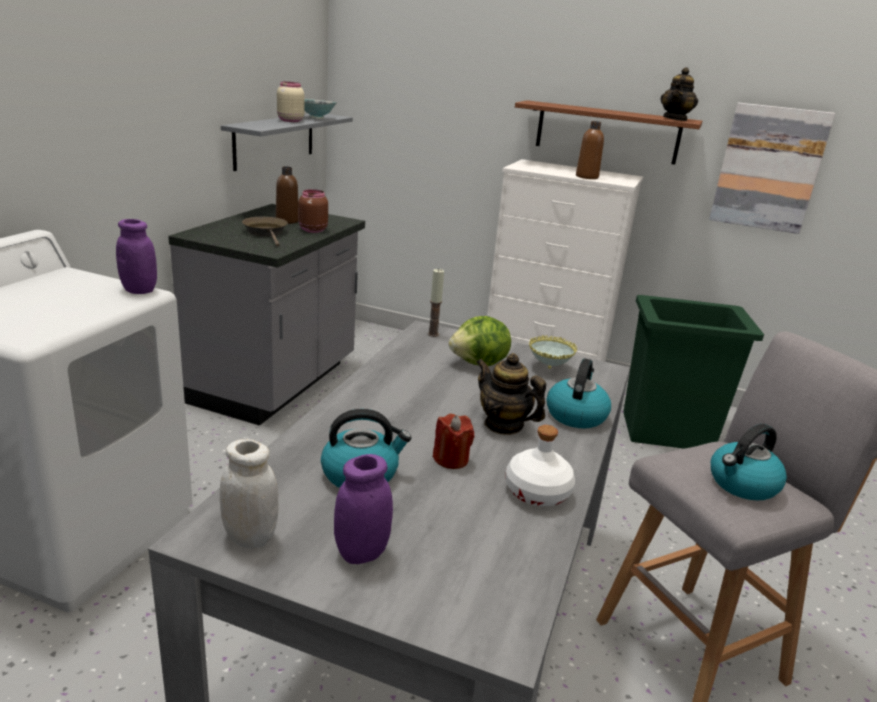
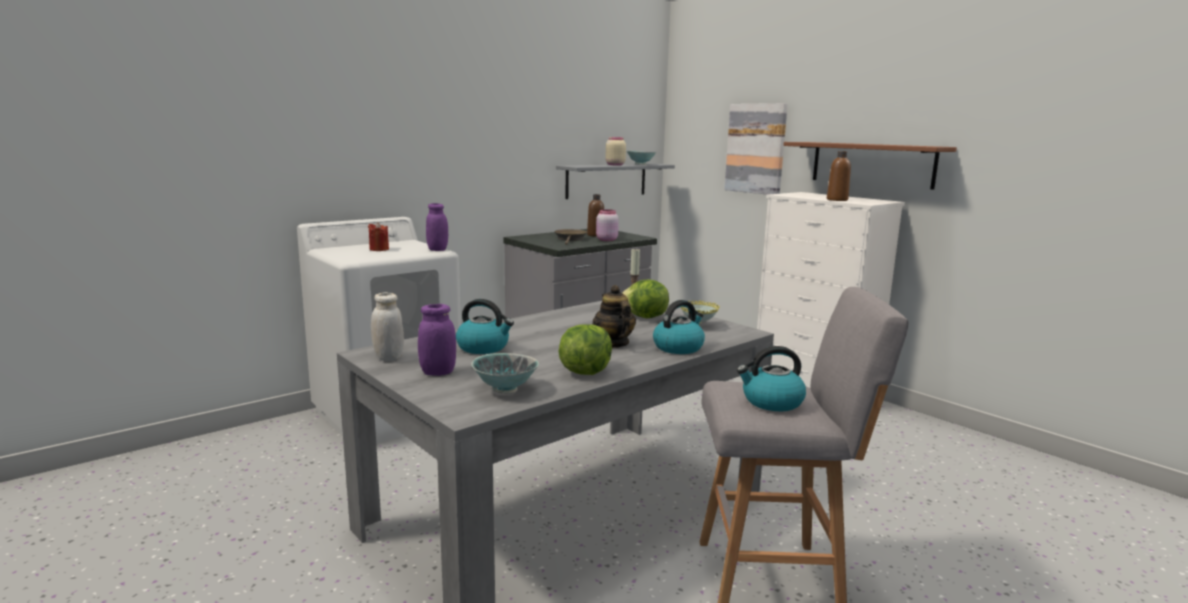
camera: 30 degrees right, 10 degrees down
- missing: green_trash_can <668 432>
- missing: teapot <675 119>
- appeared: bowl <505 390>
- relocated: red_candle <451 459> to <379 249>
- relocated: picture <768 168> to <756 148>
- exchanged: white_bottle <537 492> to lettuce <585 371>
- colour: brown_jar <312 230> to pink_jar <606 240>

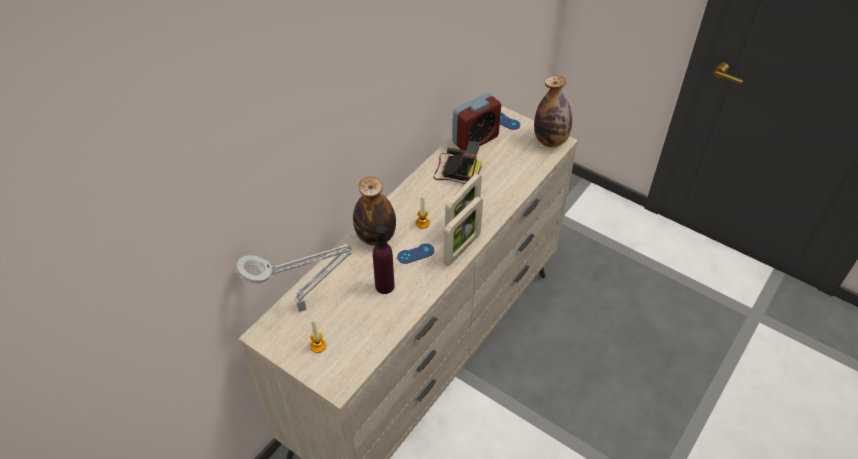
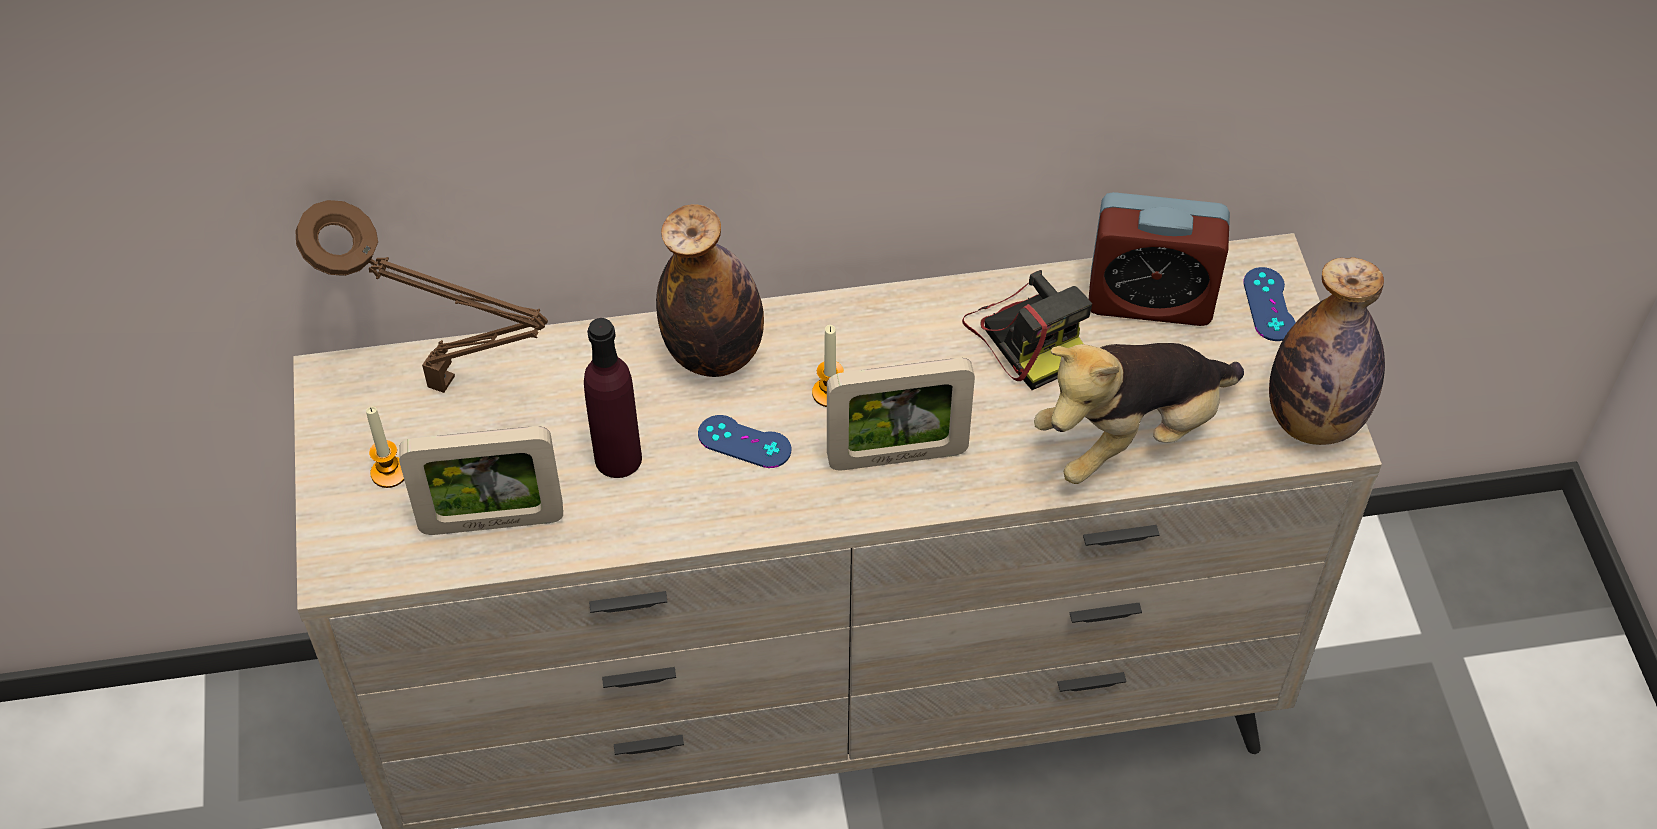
camera: 45 degrees right, 5 degrees up
- appeared: plush_toy <1131 436>
- relocated: picture_frame <462 249> to <492 522>
- colour: grey_table_lamp <305 307> to brown_table_lamp <449 386>

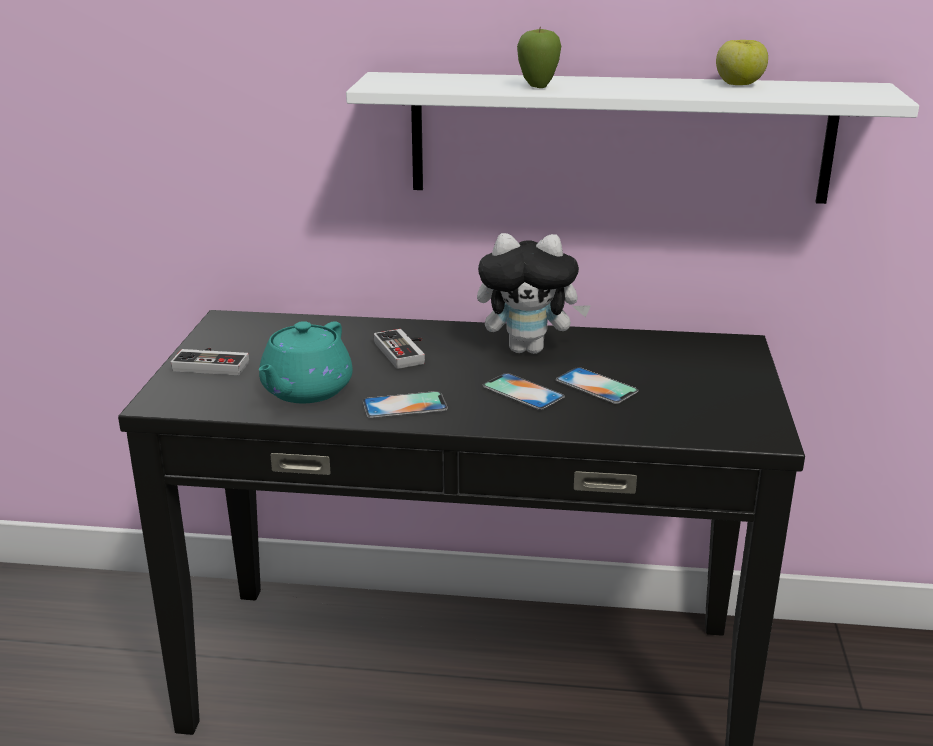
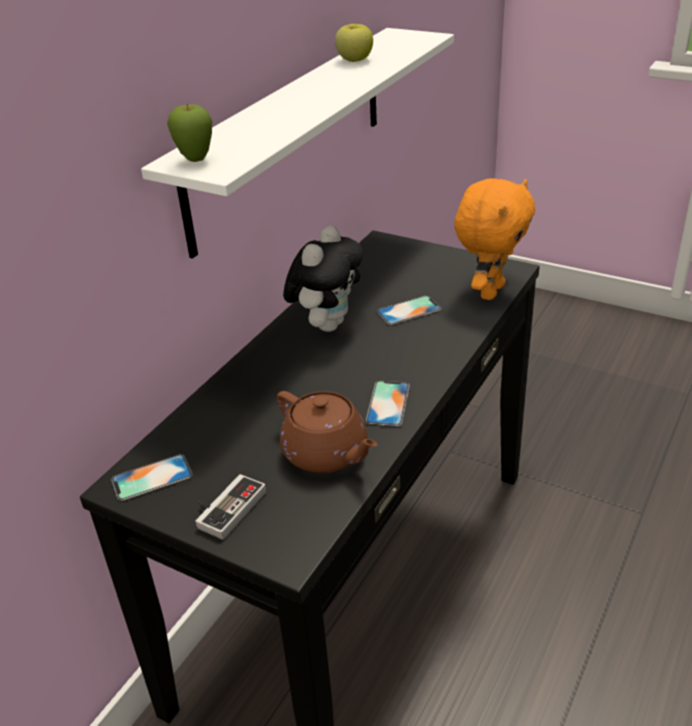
camera: 65 degrees left, 10 degrees up
- missing: game_controller <405 352>
- appeared: orange_plush_toy <490 291>
- relocated: phone <523 392> to <152 478>
- relocated: apple <537 87> to <196 160>
- colour: turquoise_teapot <305 391> to brown_teapot <326 454>

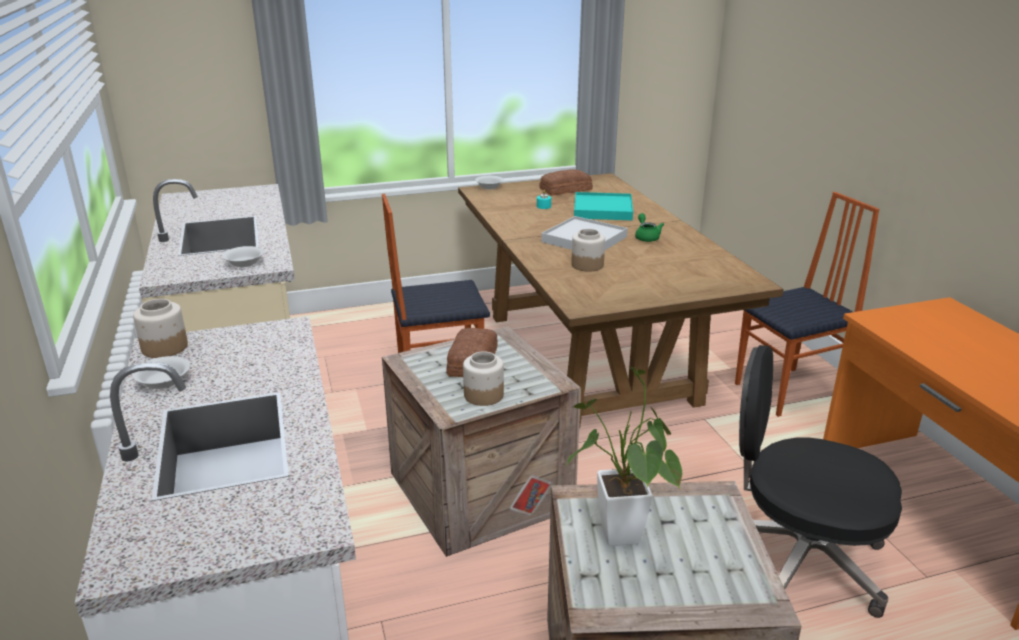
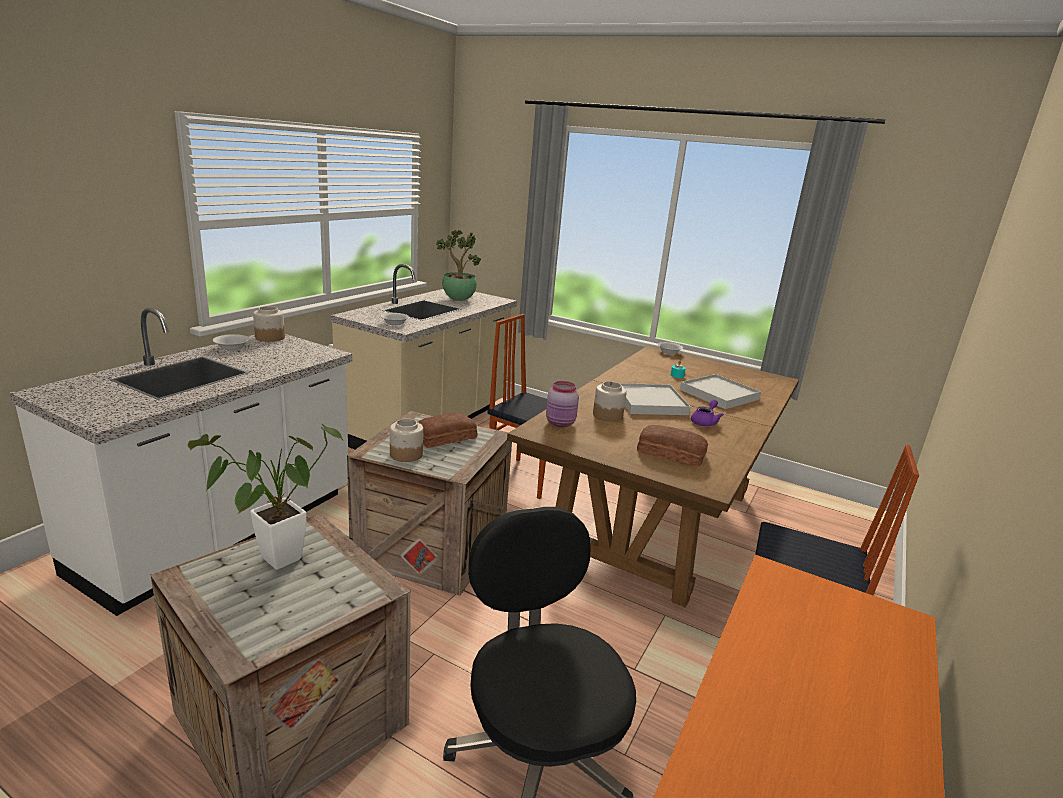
camera: 45 degrees right, 5 degrees down
- appeared: potted_plant <457 300>
- appeared: pink_jar <561 423>
- relocated: bread <564 189> to <670 453>
- colour: turquoise_tray <602 210> to white_tray <719 394>
- colour: green_teapot <646 237> to purple_teapot <705 422>

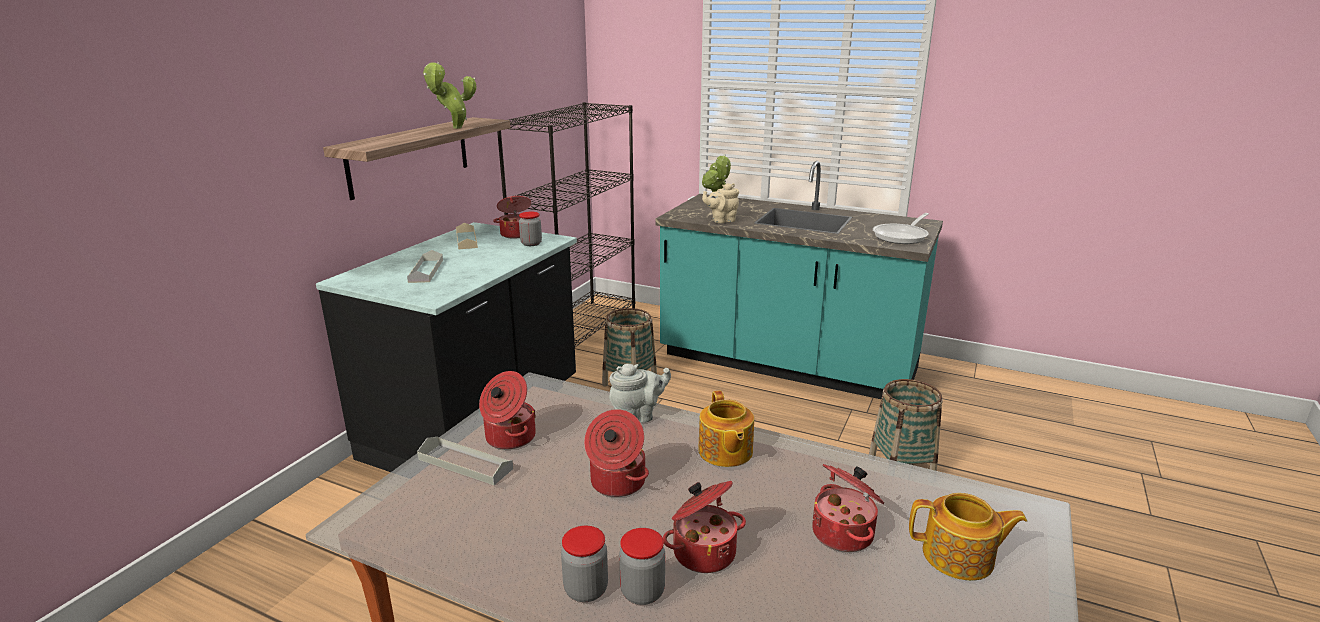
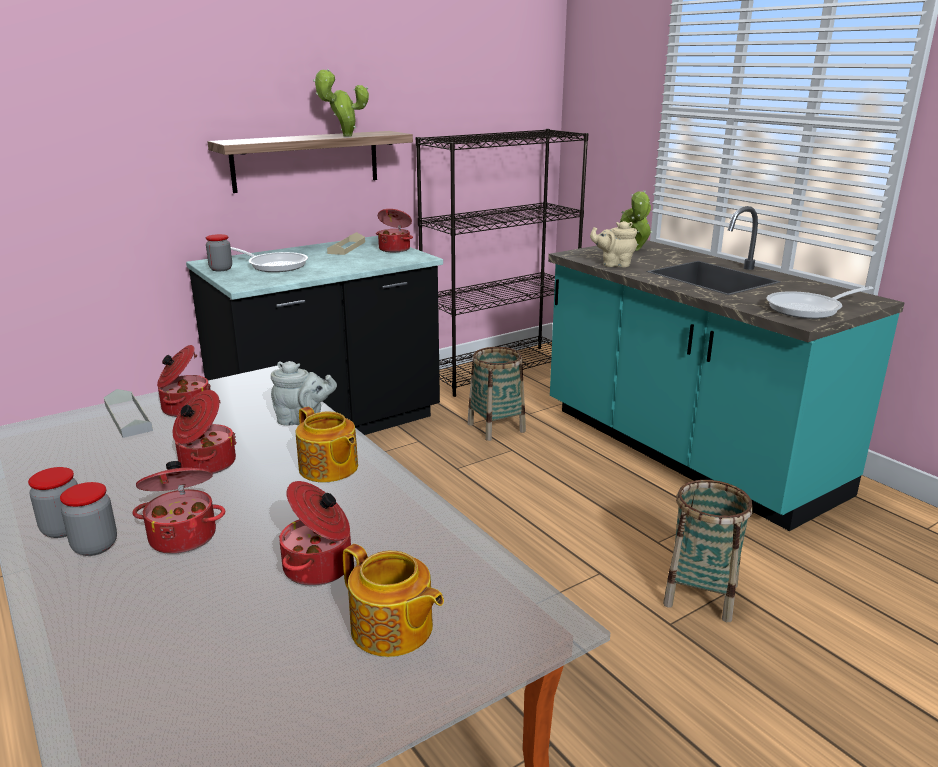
camera: 30 degrees right, 0 degrees up
- relocated: jar <531 244> to <221 269>
- exchanged: grey_tray <426 271> to frying_pan <274 265>
- spun: teapot <725 452> = <328 468> 60 degrees counterclockwise

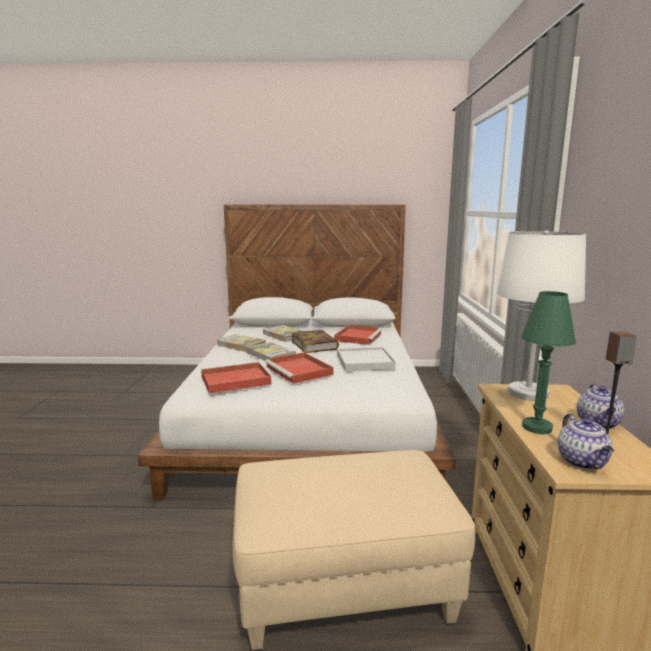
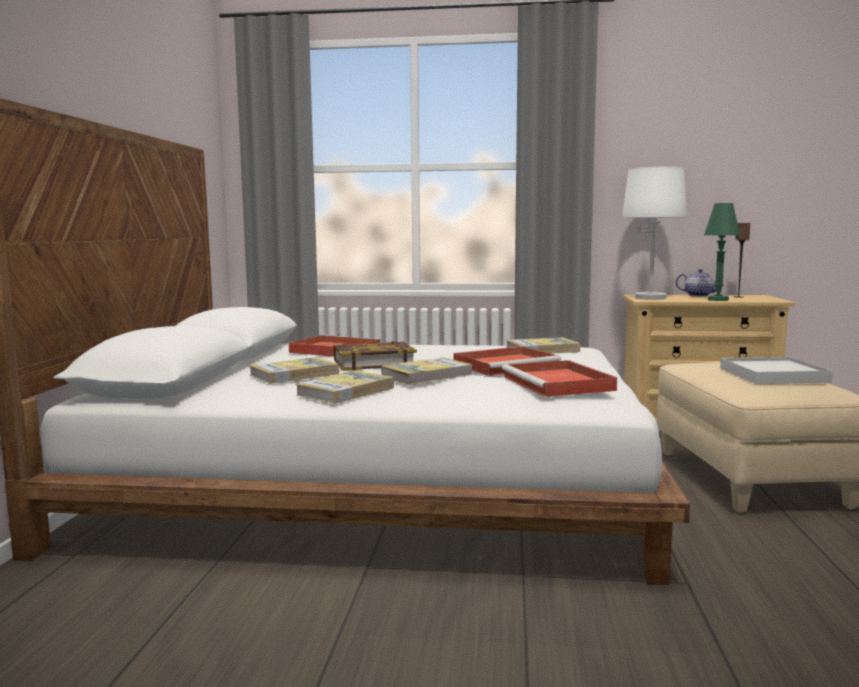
camera: 85 degrees left, 5 degrees down
- missing: teapot <583 462>
- appeared: book <542 350>
- relocated: white_tray <364 362> to <773 375>

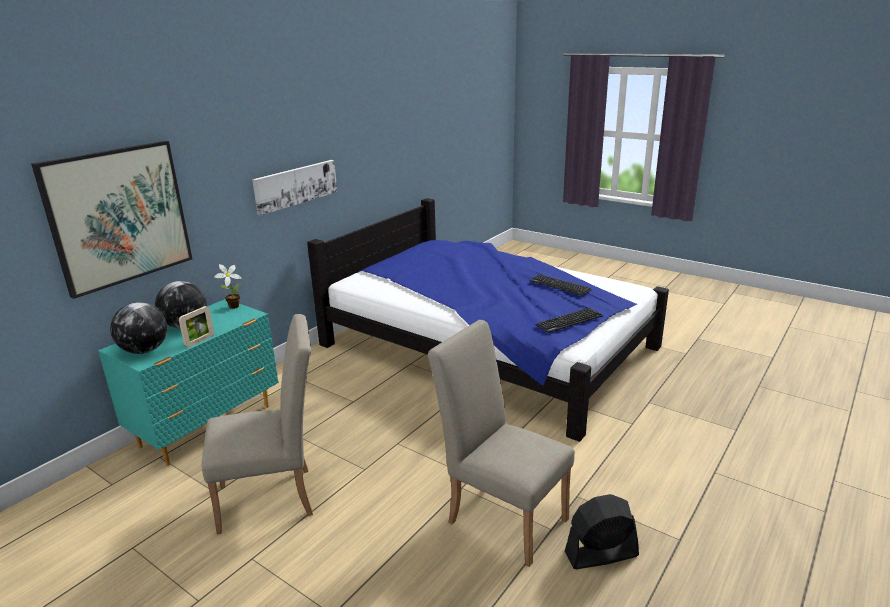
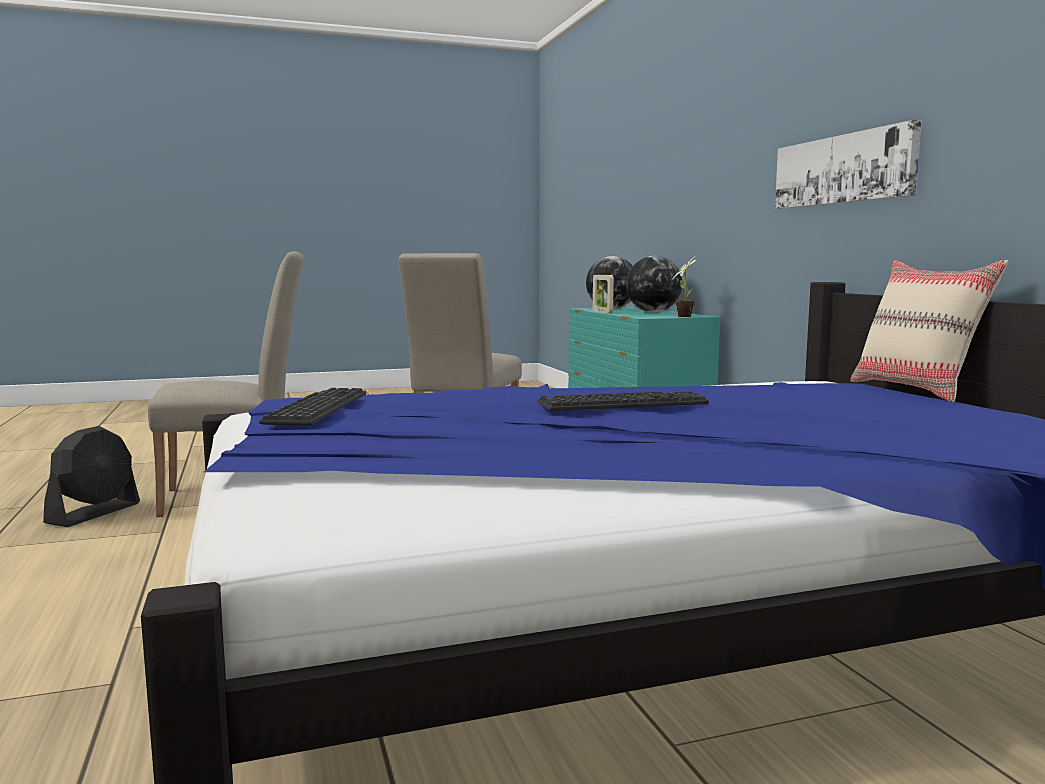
camera: 125 degrees right, 15 degrees down
- missing: picture <119 216>
- appeared: beige_pillow <916 390>
- relocated: keyboard <560 285> to <622 404>

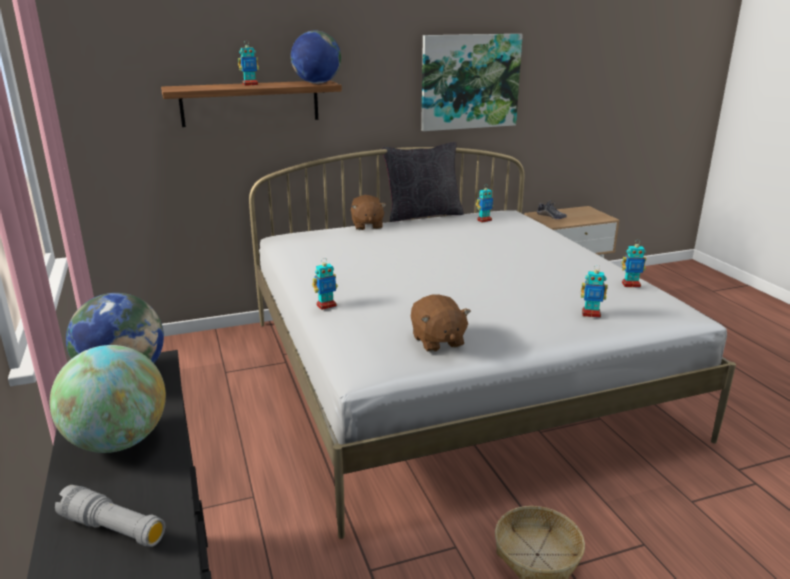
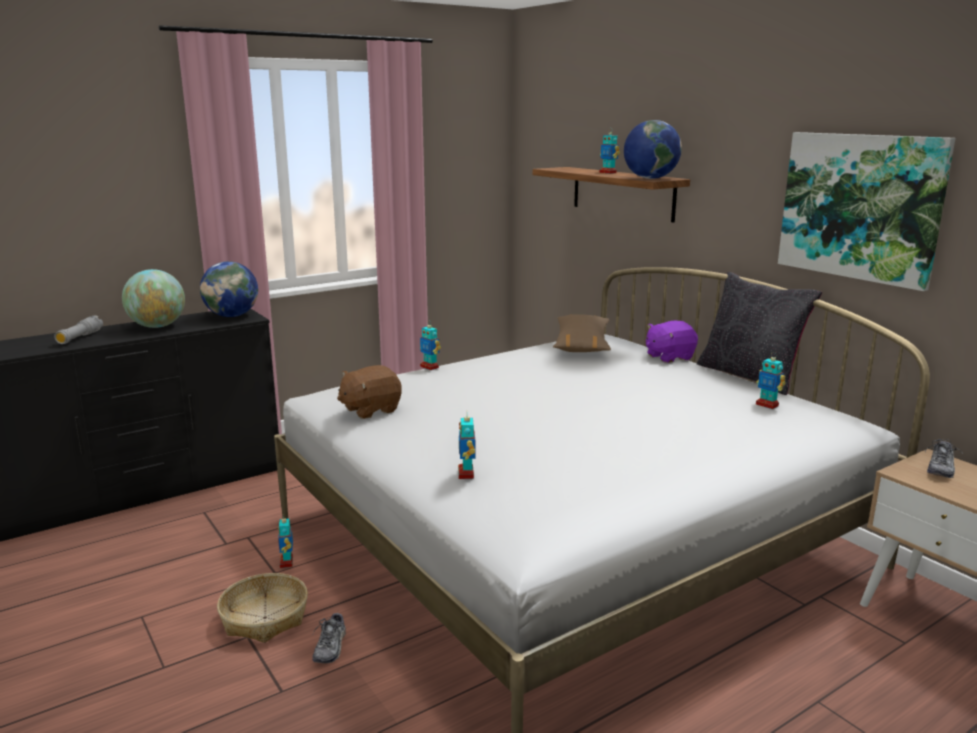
camera: 75 degrees right, 5 degrees down
- appeared: shoe <330 647>
- appeared: brown_pillow <581 344>
- relocated: toy_robot <631 285> to <287 562>
- colour: brown_plush_toy <367 225> to purple_plush_toy <669 357>

